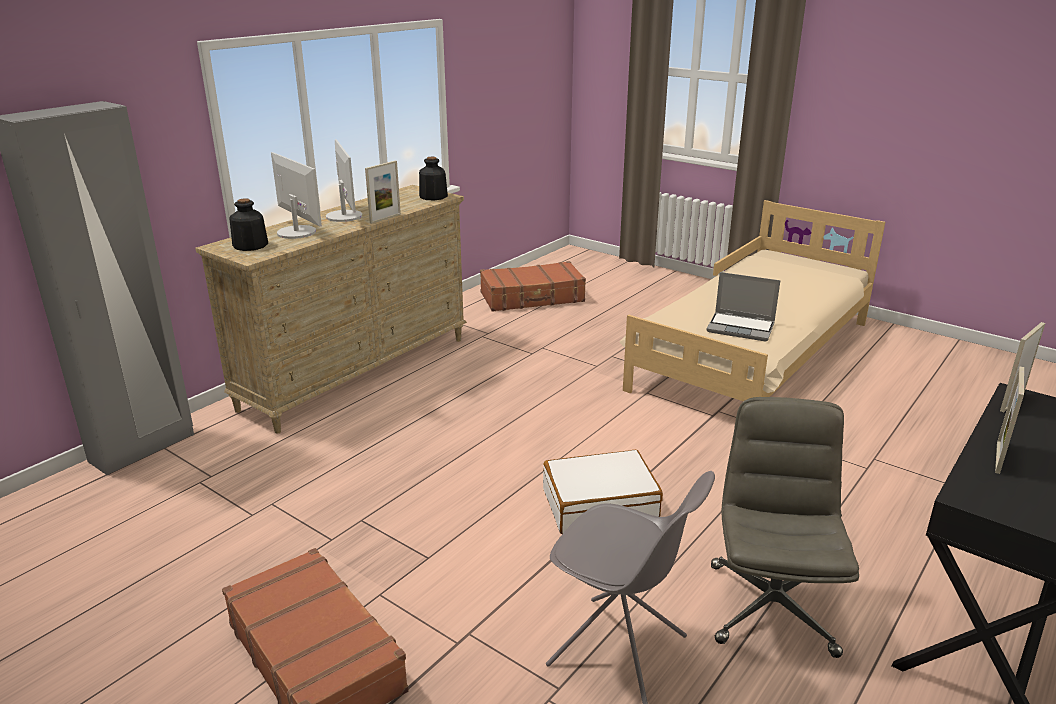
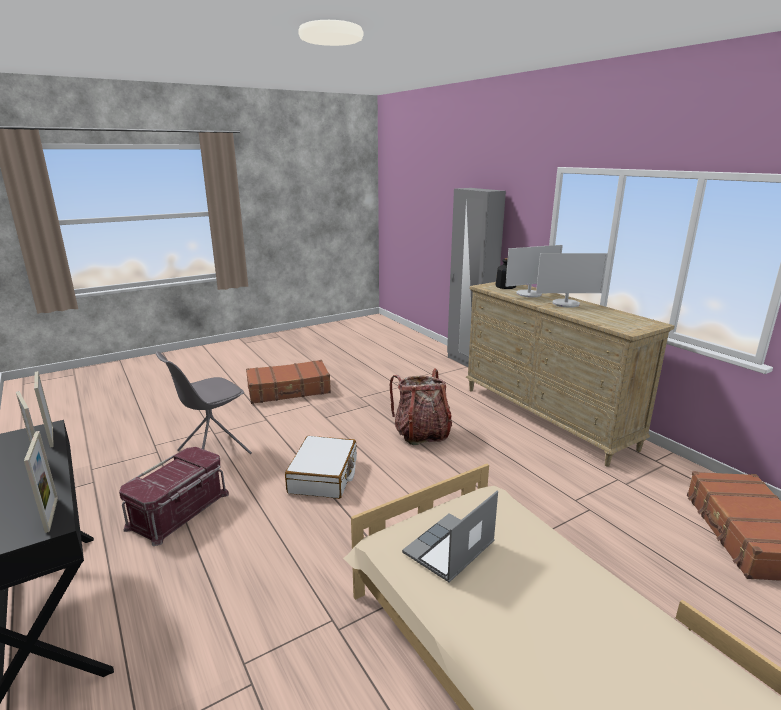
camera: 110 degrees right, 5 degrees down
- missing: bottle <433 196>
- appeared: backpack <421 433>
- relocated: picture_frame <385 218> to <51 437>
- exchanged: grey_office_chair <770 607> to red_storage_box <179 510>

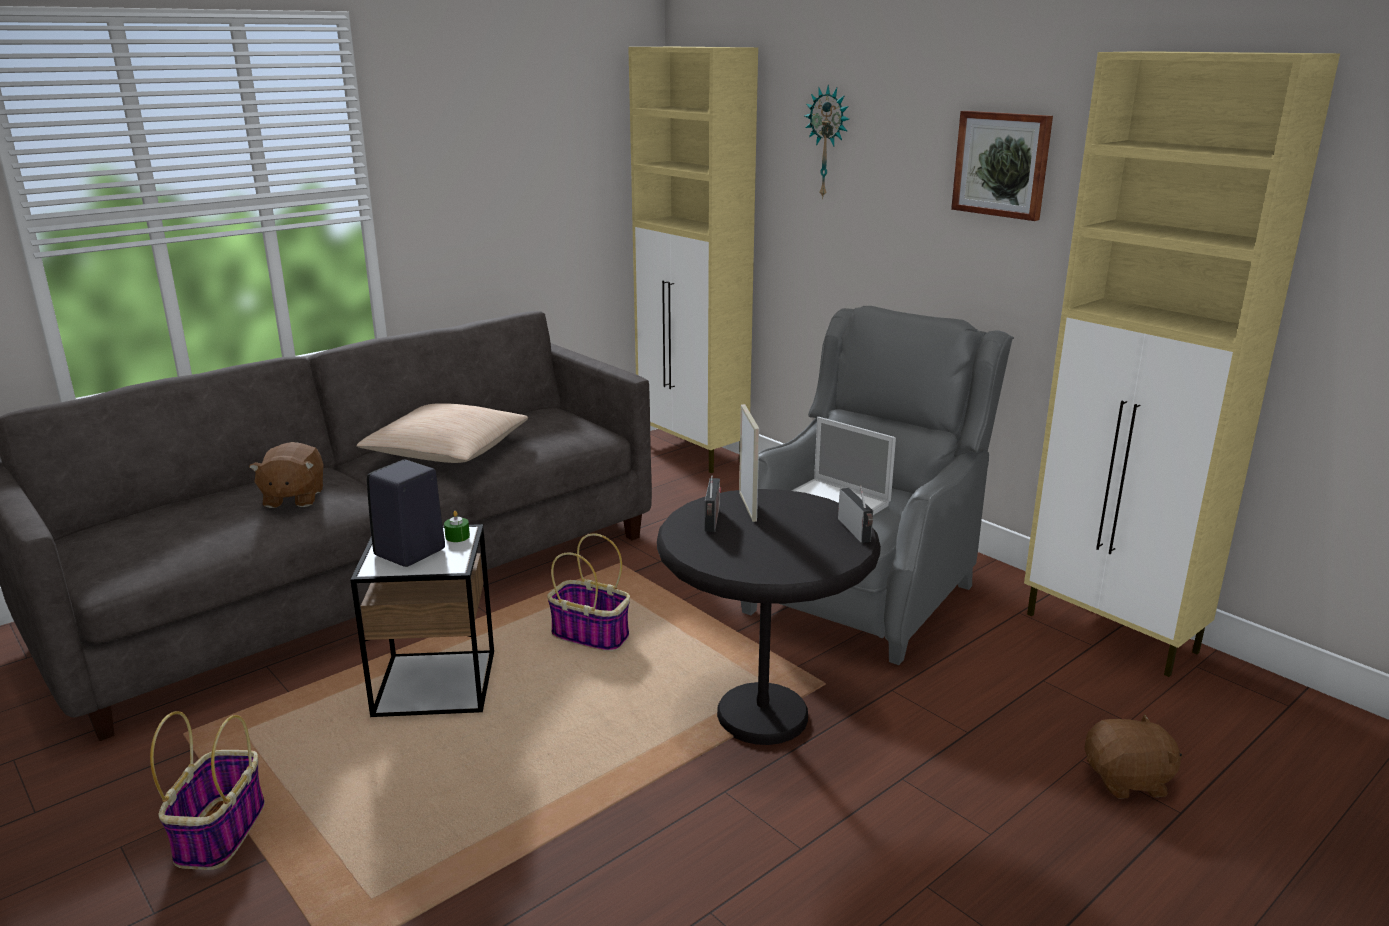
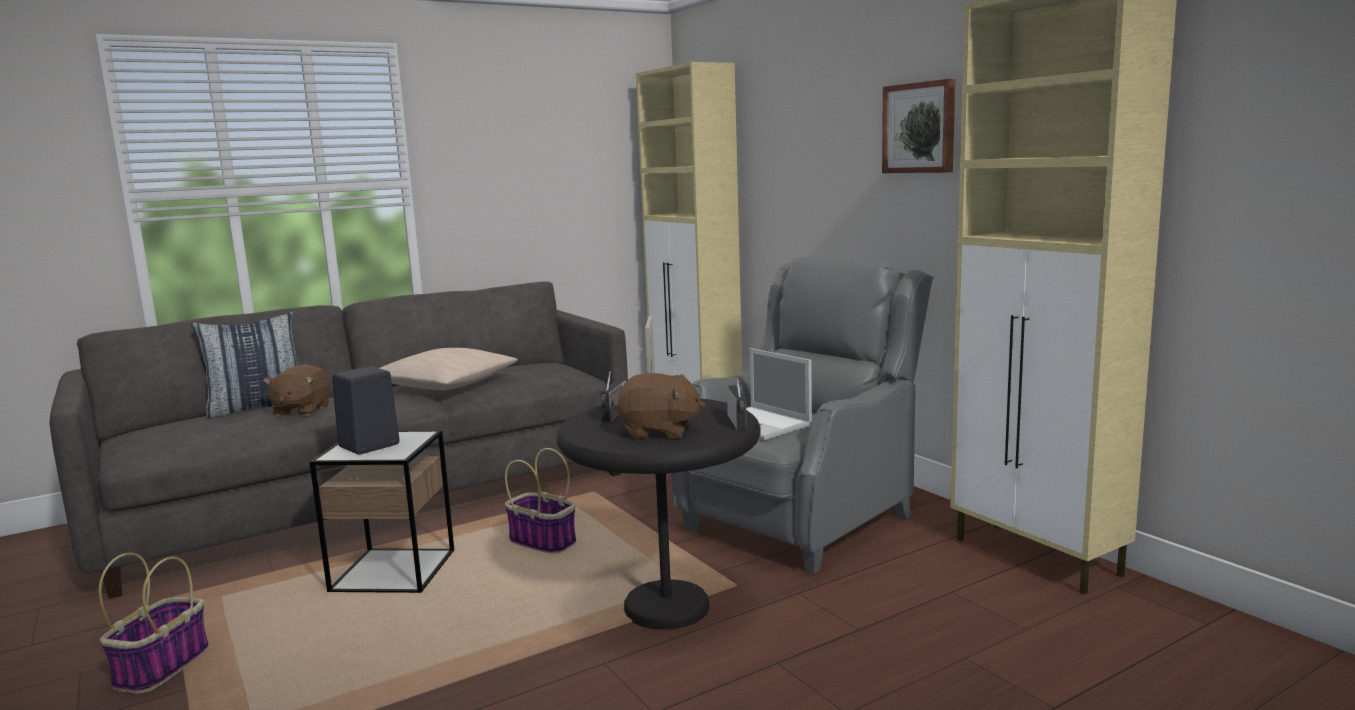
camera: 10 degrees right, 10 degrees down
- missing: green_candle <457 536>
- missing: wall_clock <828 142>
- appeared: pillow <257 407>
- relocated: brown_plush_toy <1128 781> to <659 431>

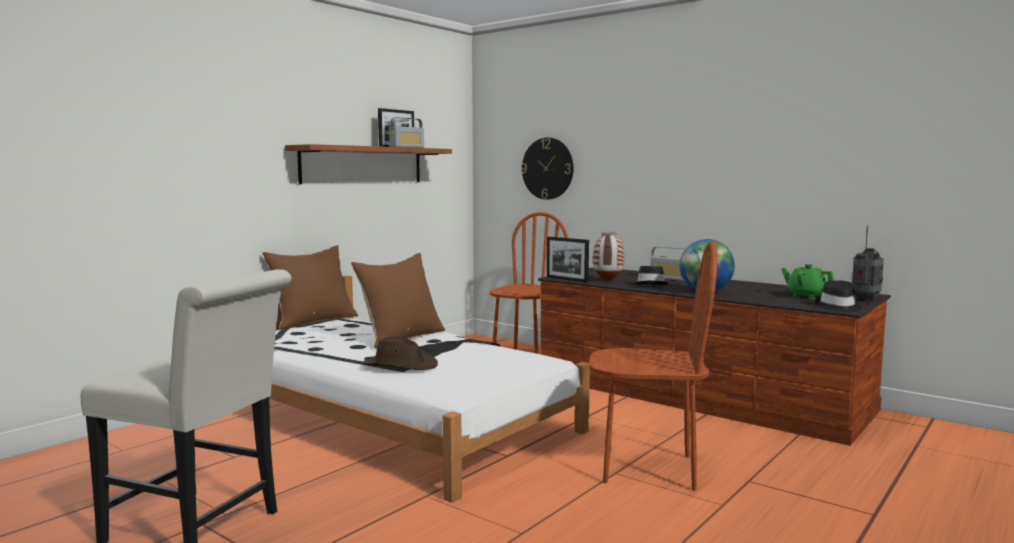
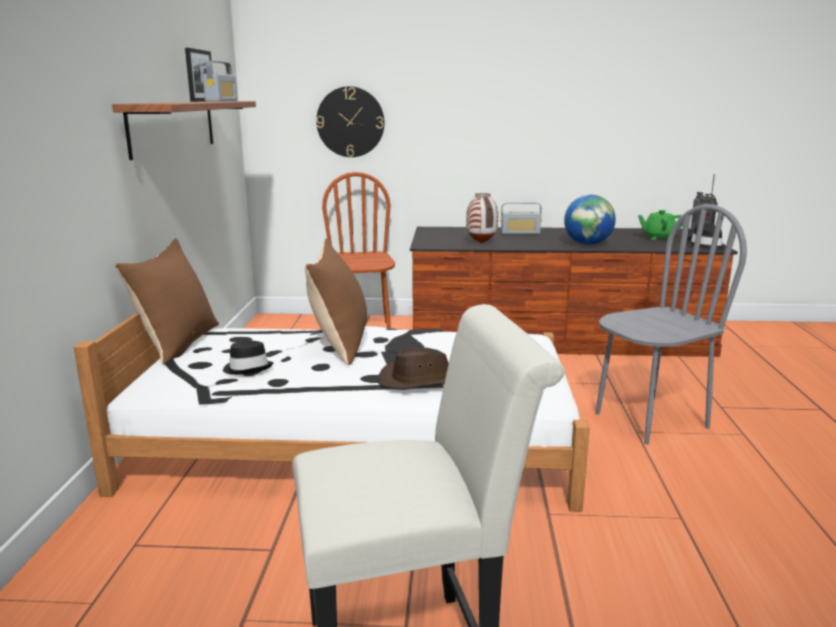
camera: 35 degrees left, 10 degrees up
- missing: picture_frame <567 279>
- relocated: black_hat <650 285> to <248 368>
- colour: brown_chair <648 469> to grey_chair <650 420>

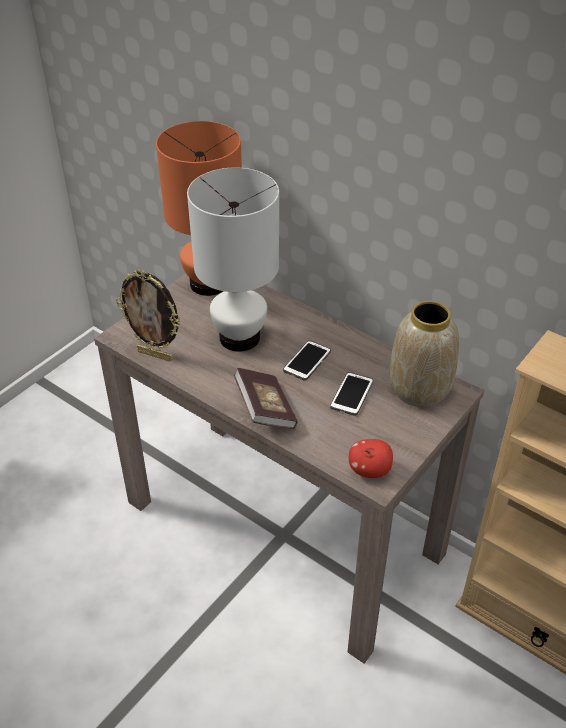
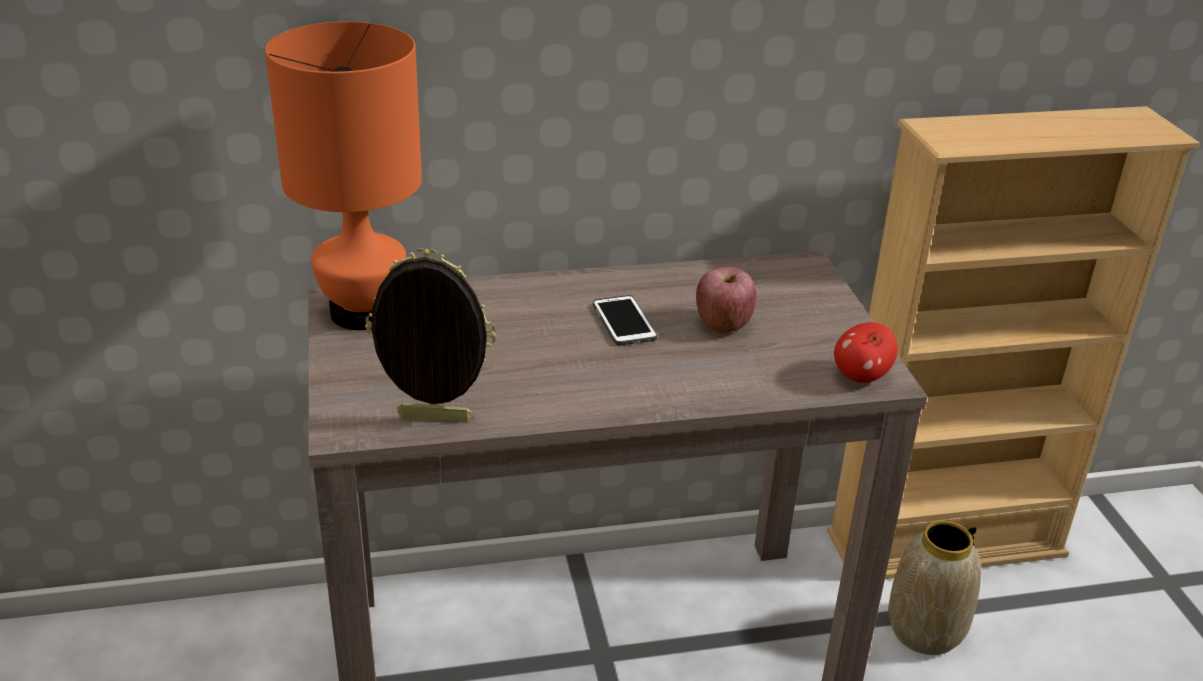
camera: 50 degrees left, 10 degrees down
- missing: white_table_lamp <240 338>
- missing: book <265 410>
- relocated: vase <418 390> to <925 632>
- exchanged: phone <351 394> to apple <723 324>
- spun: picture_frame <155 354> = <434 420> 150 degrees counterclockwise

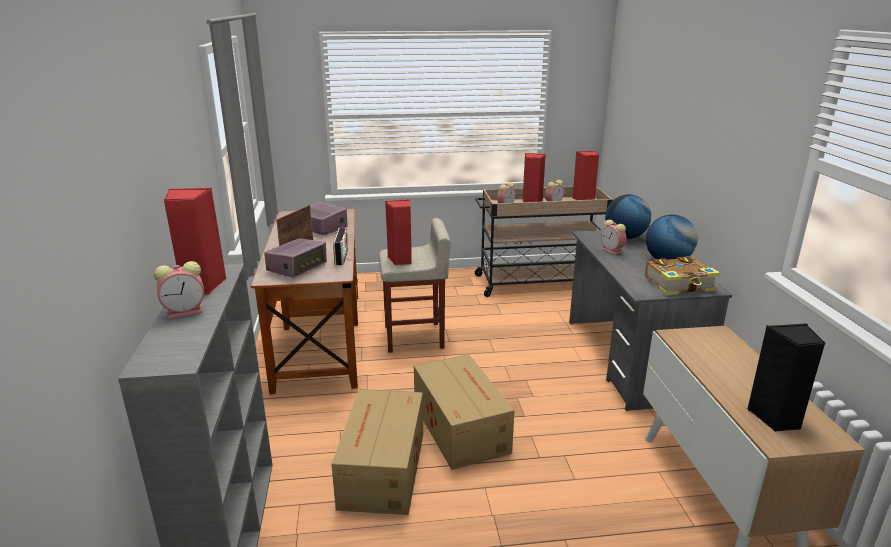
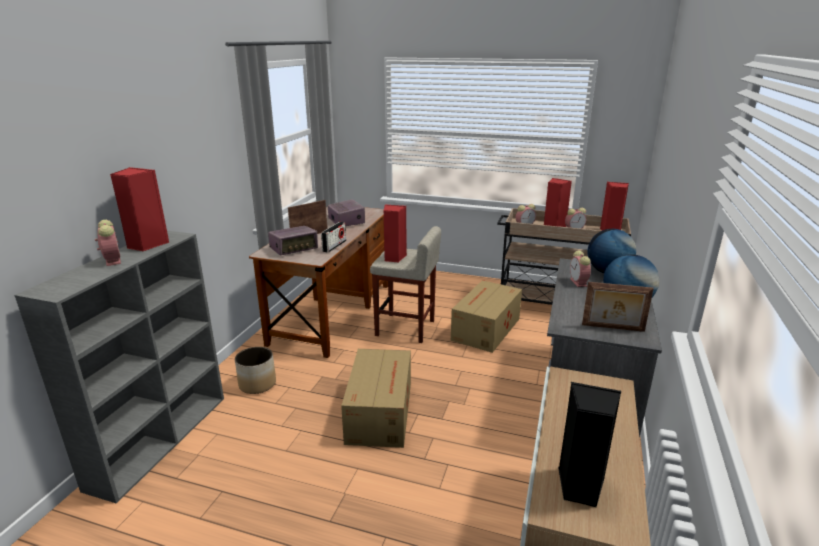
camera: 25 degrees right, 0 degrees up
- appeared: planter <257 384>
- relocated: cardboard_box <381 470> to <485 329>
- exchanged: book <680 285> to picture_frame <613 328>
- spun: alarm_clock <186 311> = <112 260> 120 degrees counterclockwise

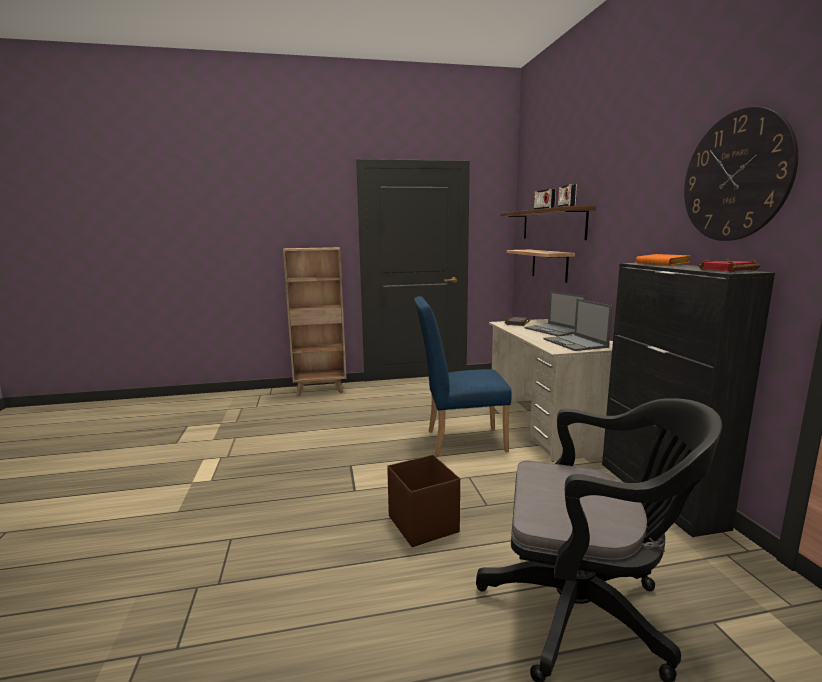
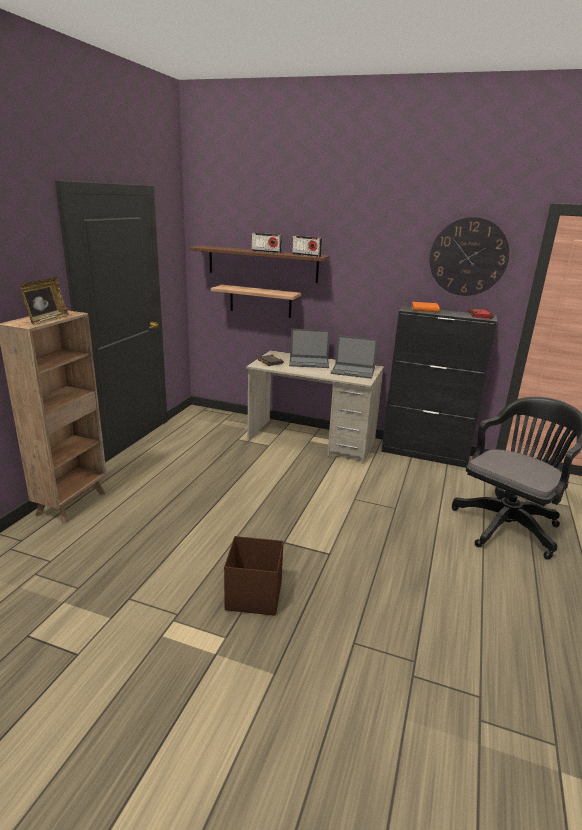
camera: 60 degrees left, 10 degrees up
- missing: blue_chair <459 440>
- appeared: picture_frame <47 320>
- relocated: brown_storage_box <423 523> to <253 595>

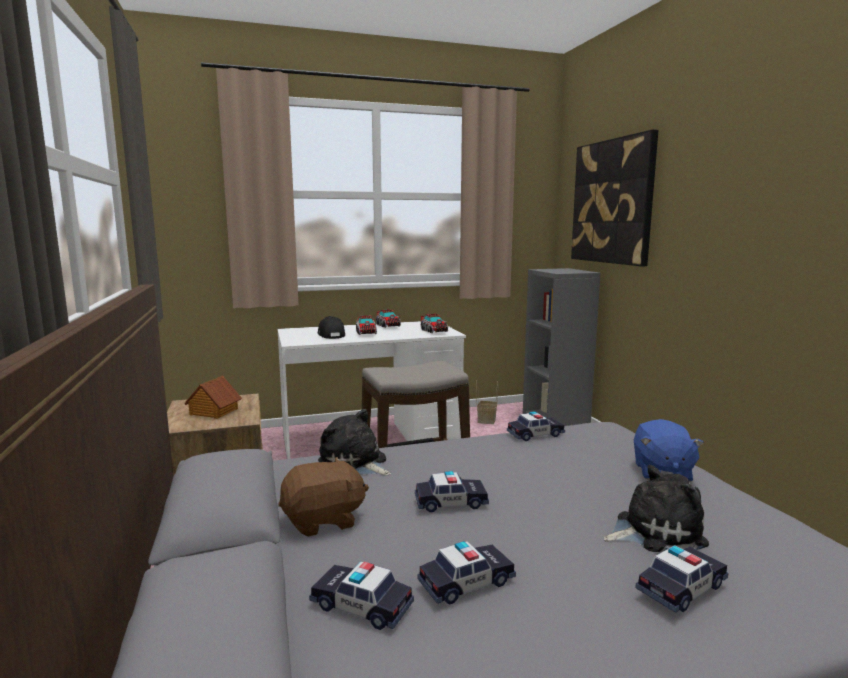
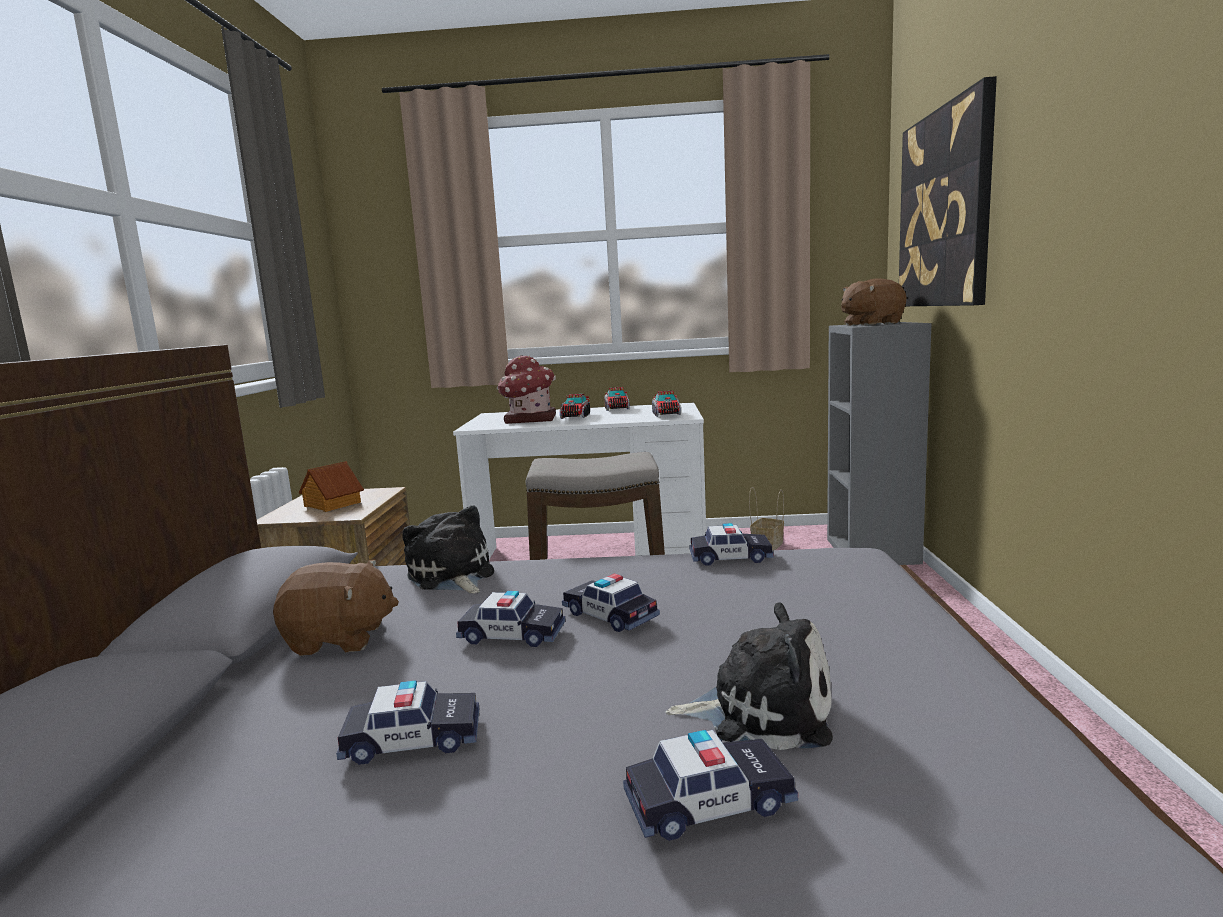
camera: 20 degrees right, 0 degrees up
- missing: blue_plush_toy <661 472>
- appeared: brown_plush_toy <871 324>
- relocated: toy_car <361 605> to <610 615>
- exchanged: black_cap <331 335> to toy_house <529 419>

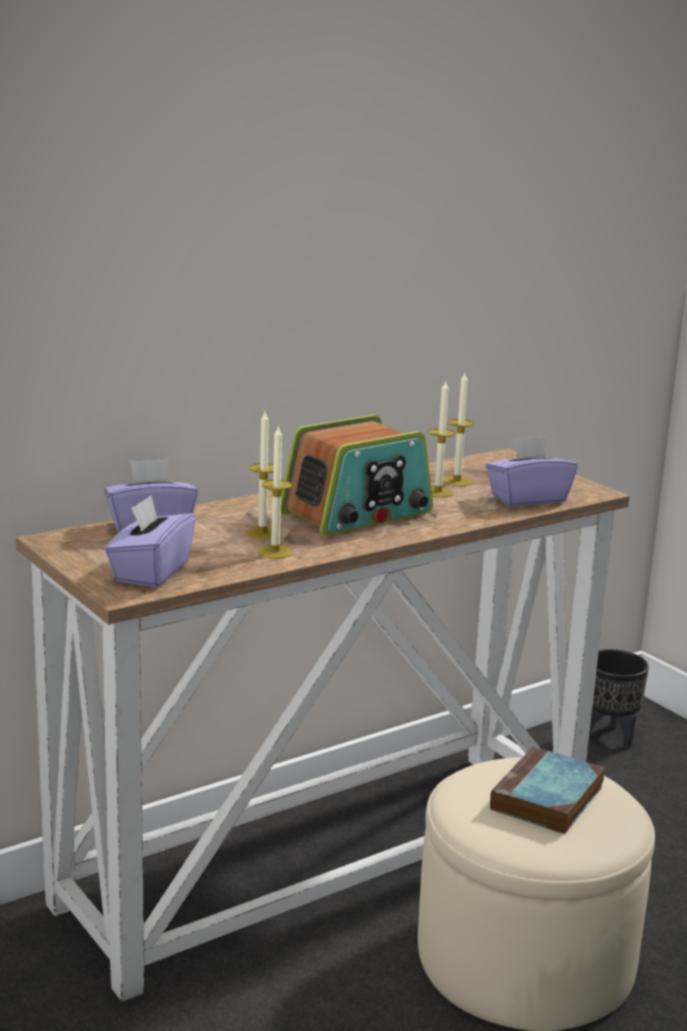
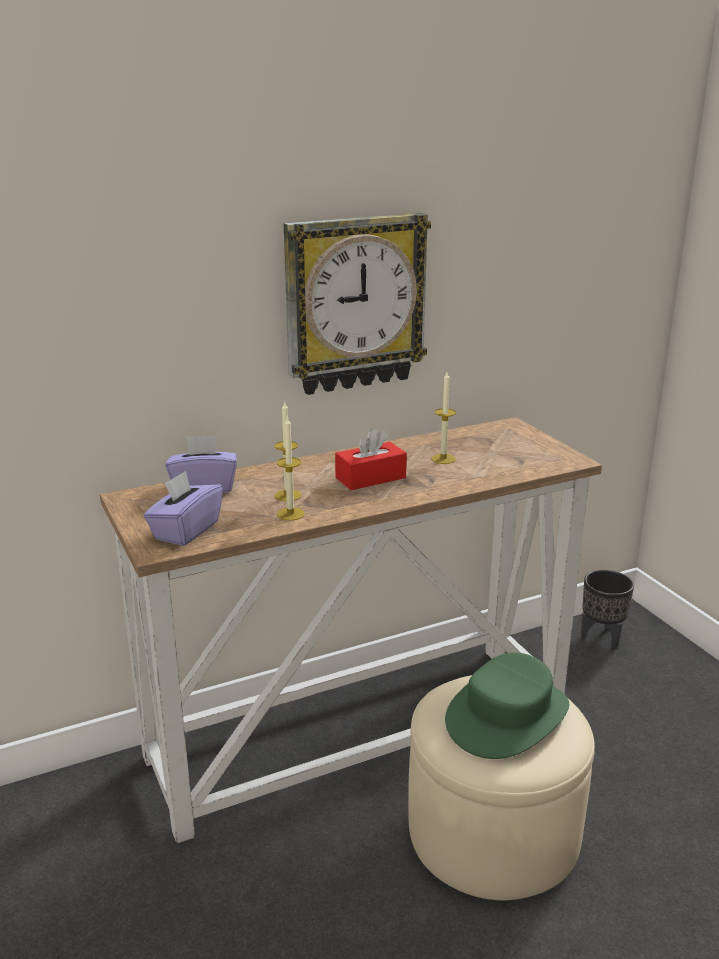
camera: 10 degrees right, 5 degrees up
- missing: candle <457 481>
- missing: purple_tissue_box <528 499>
- appeared: wall_clock <354 303>
- exchanged: radio <357 513> to red_tissue_box <370 478>
- exchanged: book <547 799> to green_hat <508 716>

